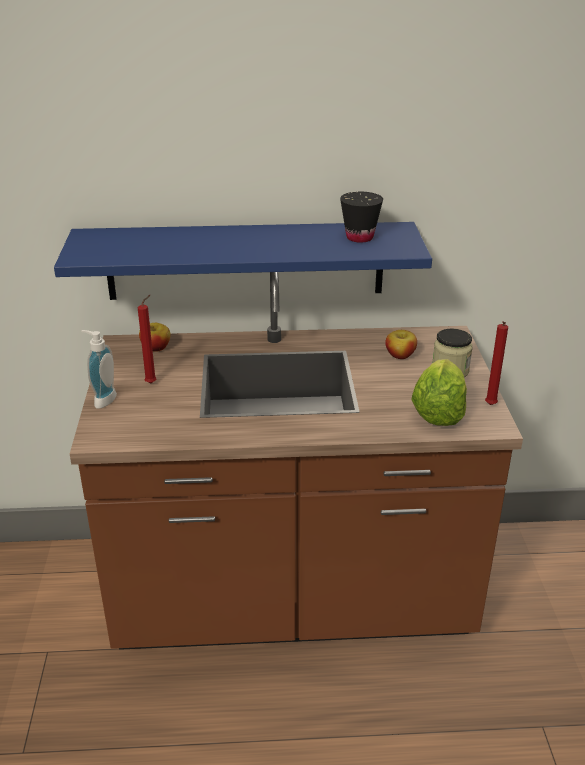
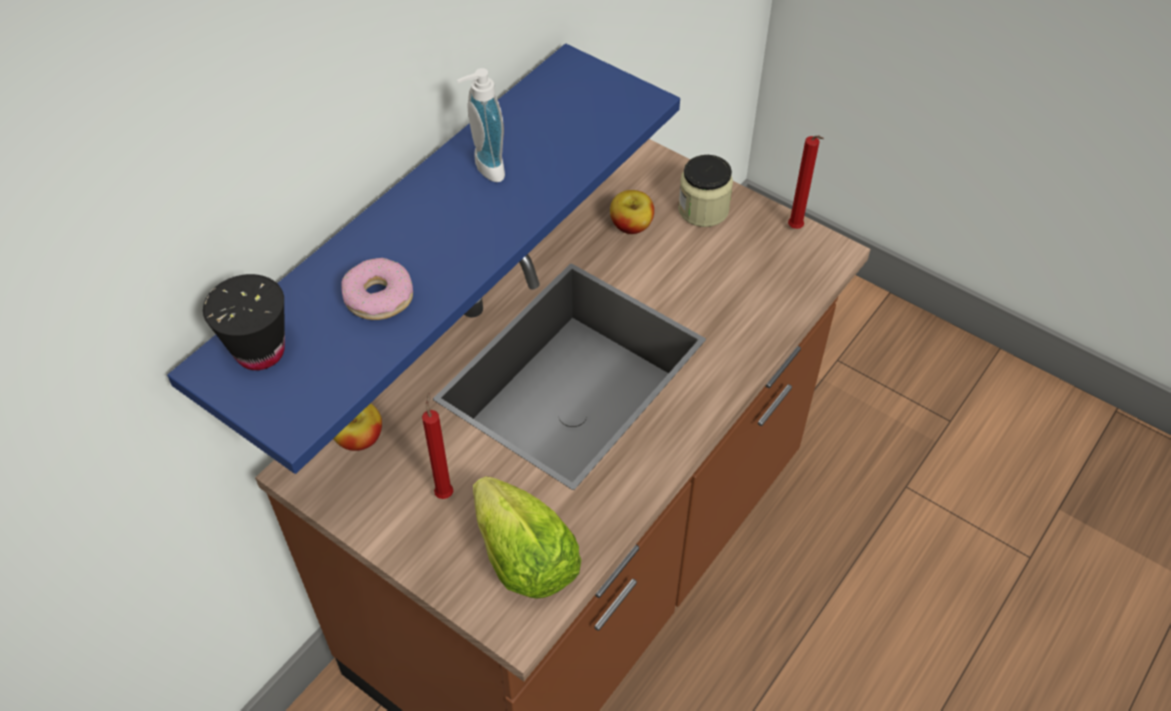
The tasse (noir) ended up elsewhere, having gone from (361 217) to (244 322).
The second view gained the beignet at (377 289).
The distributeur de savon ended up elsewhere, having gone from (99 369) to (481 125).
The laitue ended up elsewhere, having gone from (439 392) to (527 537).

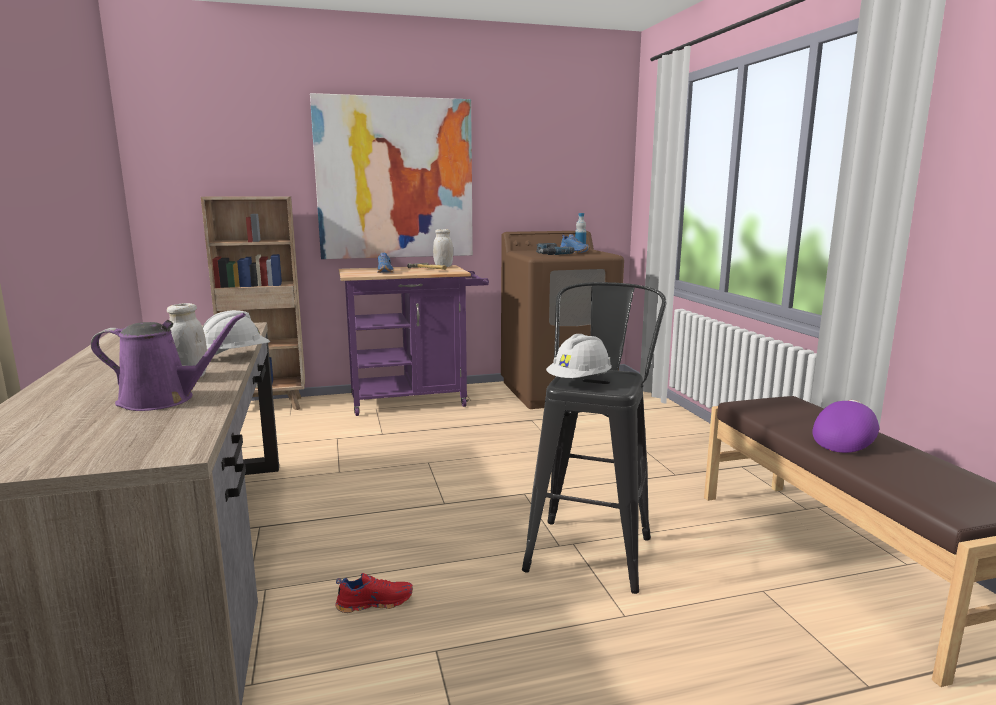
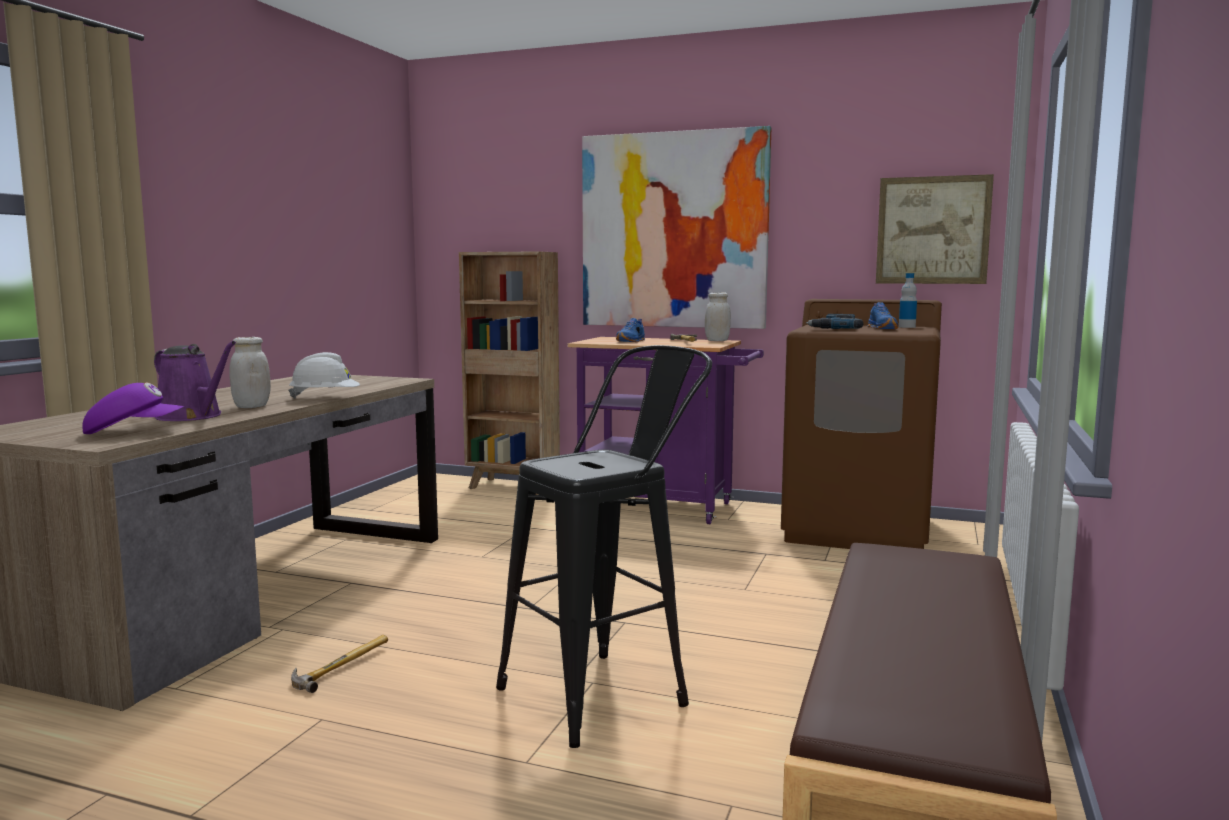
The casquette (violet) ended up elsewhere, having gone from (845 426) to (133 408).
Where the chaussure (rouge) stood at (374 593), the marteau came to stand at (339 664).
The second view gained the tableau at (935 229).
The second view lost the casque de chantier (blanc) at (579 356).

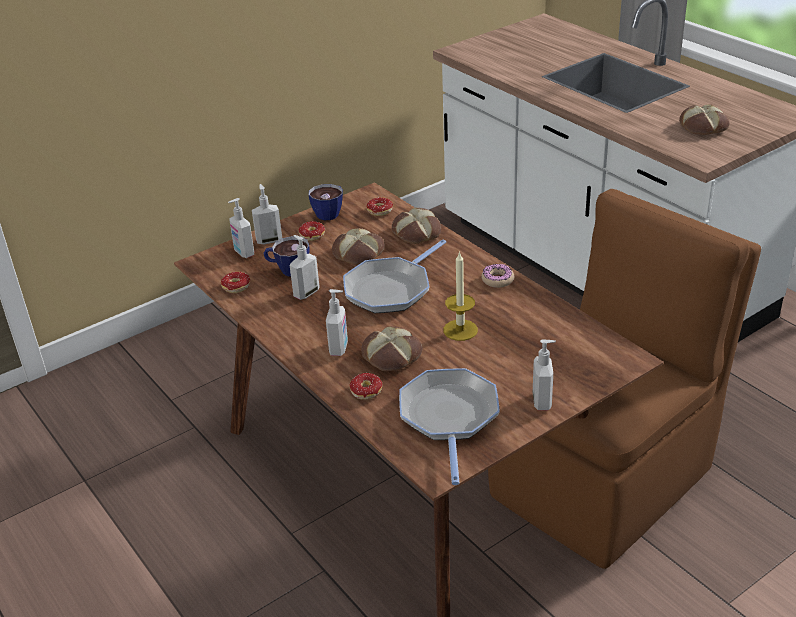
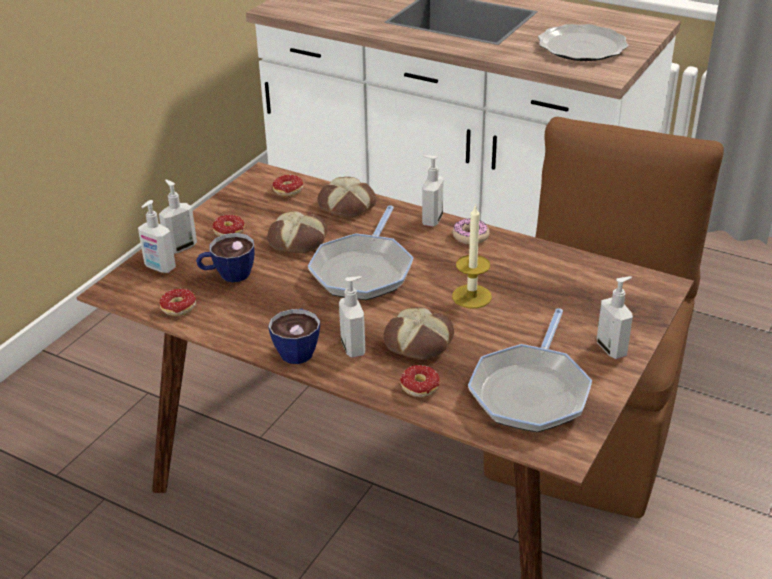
The tasse ended up elsewhere, having gone from (325 202) to (294 336).
The distributeur de savon ended up elsewhere, having gone from (305 267) to (432 191).
The poêle at (449 426) ended up facing another way, 135 degrees counterclockwise from before.
Where the pain stood at (704 119), the assiette came to stand at (583 42).

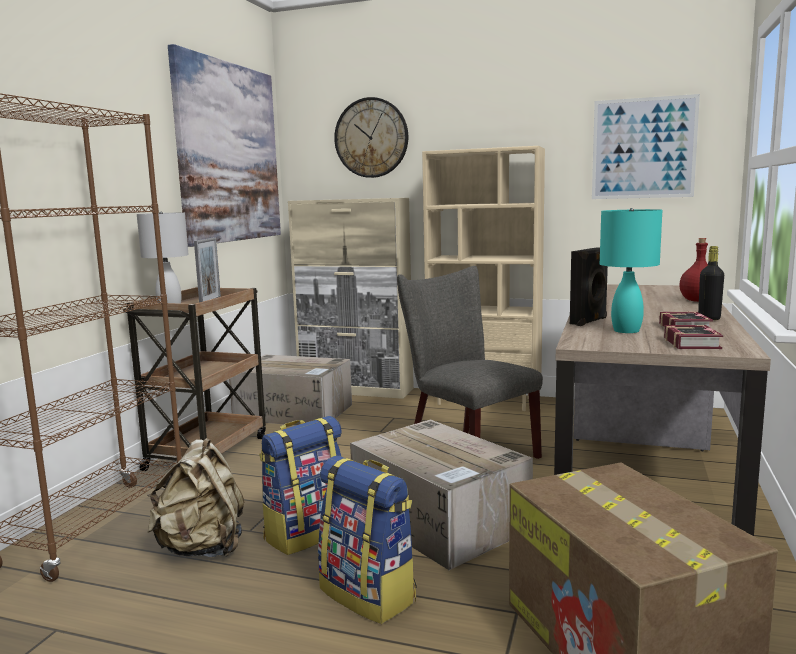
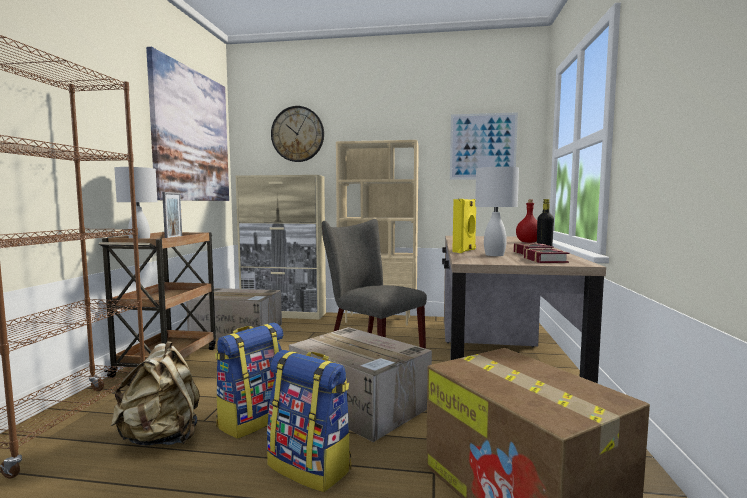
What was the enceinte (noir) at (589 286) turned into the enceinte (jaune) at (464 226).
What was the lampe de table (turquoise) at (631 270) turned into the lampe de table (blanc) at (497 211).

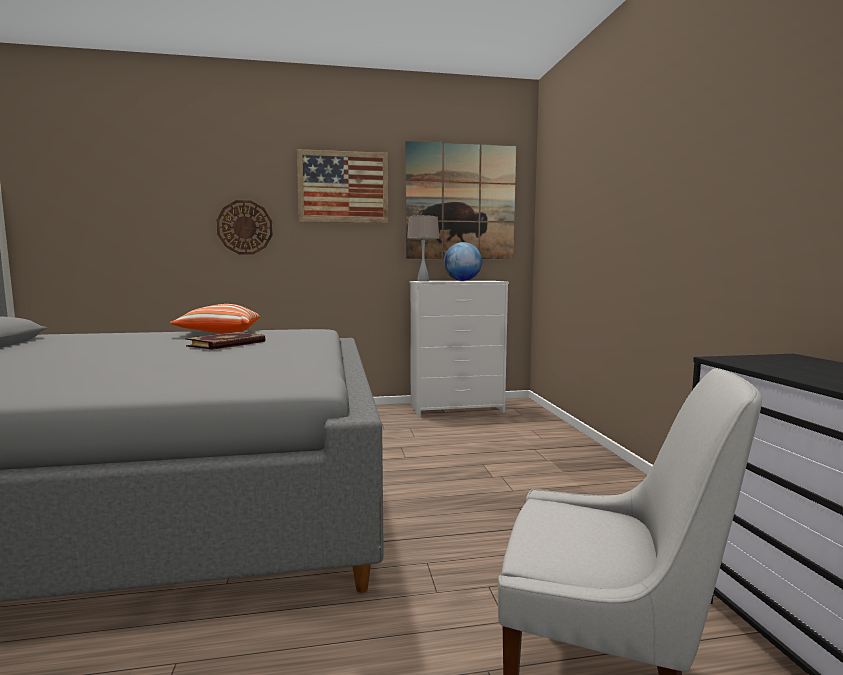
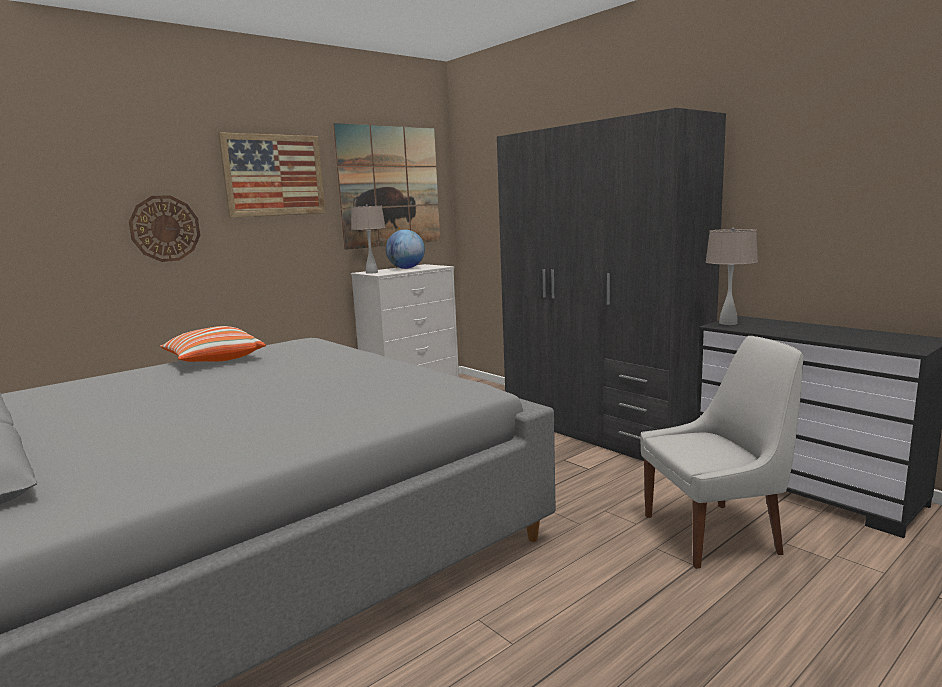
The second view gained the armoire (gris) at (611 284).
The second view gained the lampe de table (beige) at (732 276).
The second view lost the livre at (225 341).

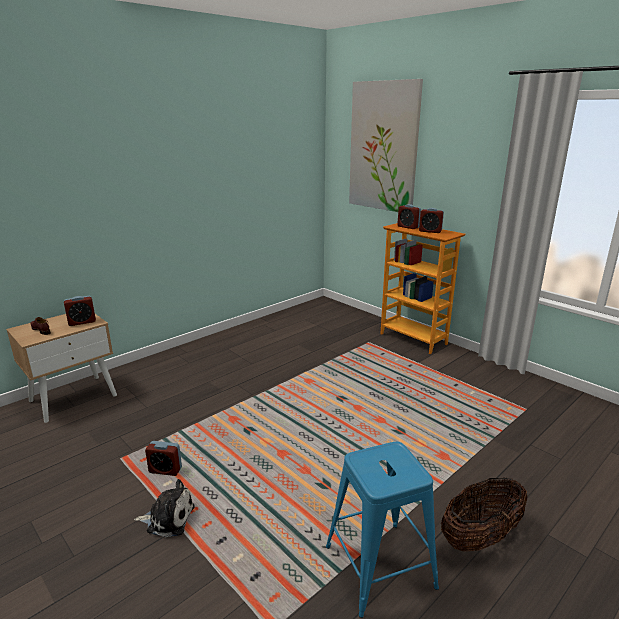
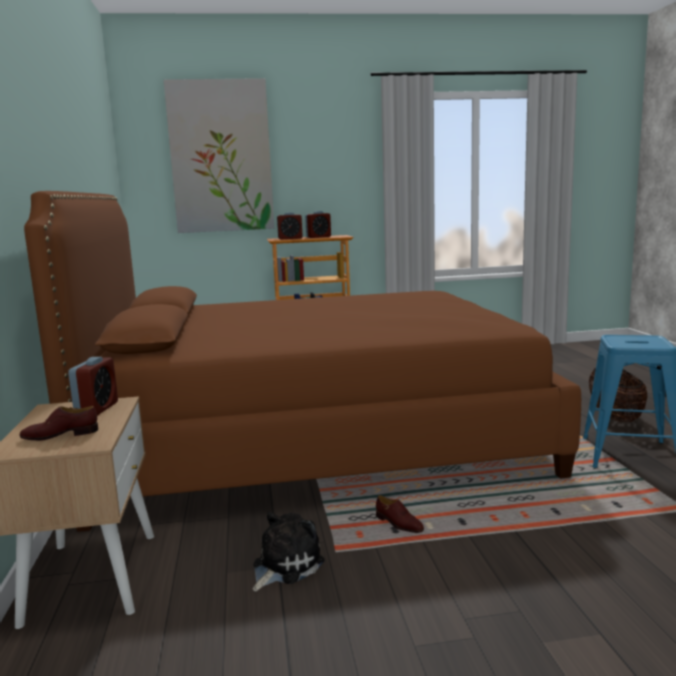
The second view gained the lit (marron) at (302 361).
The peluche ended up elsewhere, having gone from (164 508) to (288 552).
Where the réveil stood at (163 458), the chaussure (marron) came to stand at (400 514).

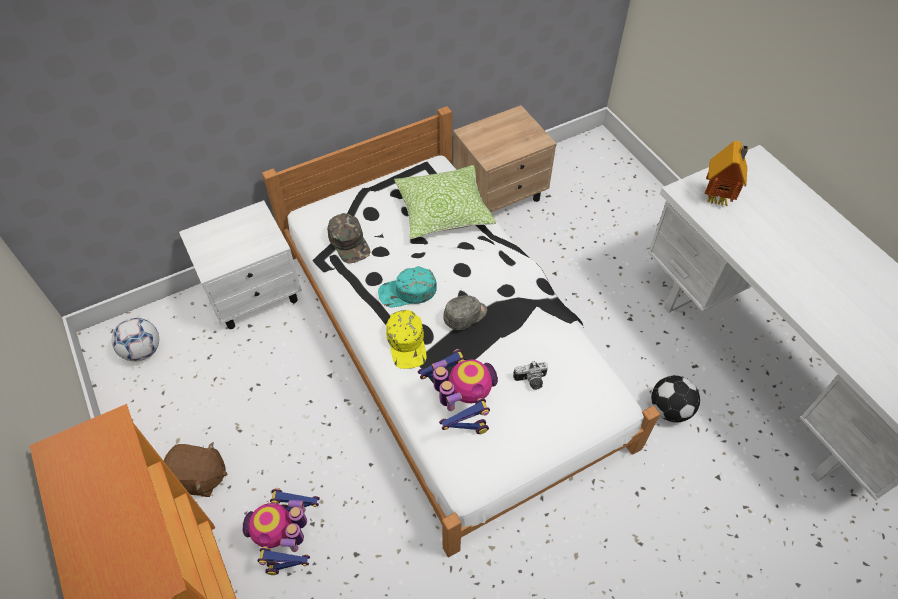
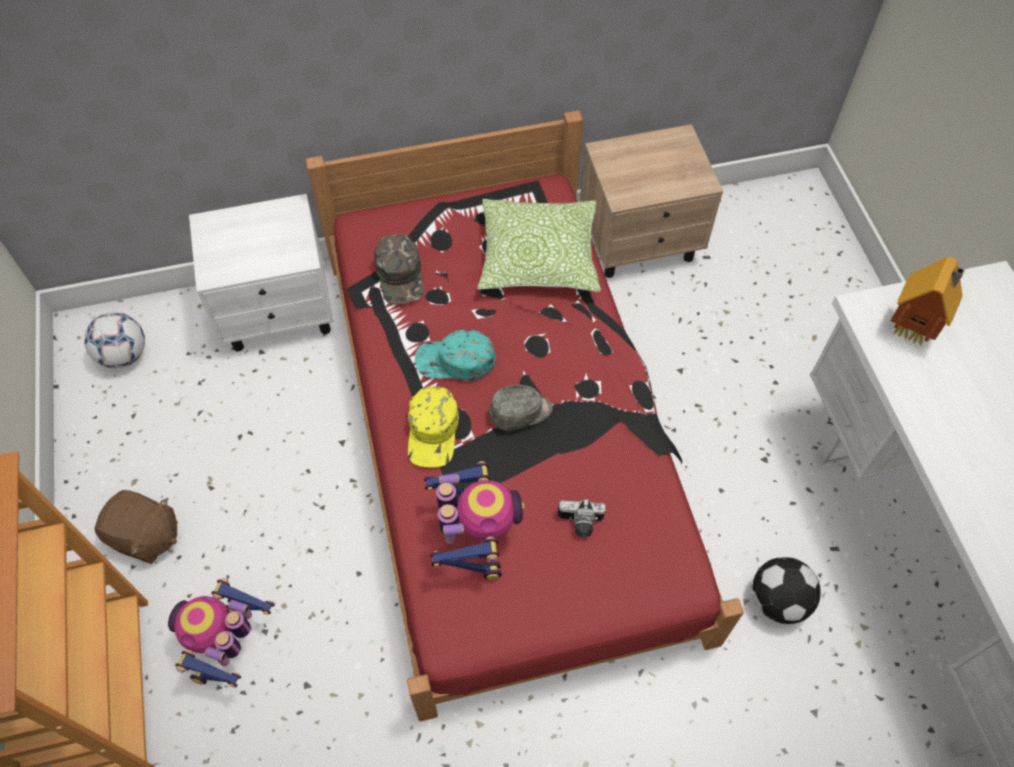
What was the lit (blanc) at (461 331) turned into the lit (rouge) at (525 416).

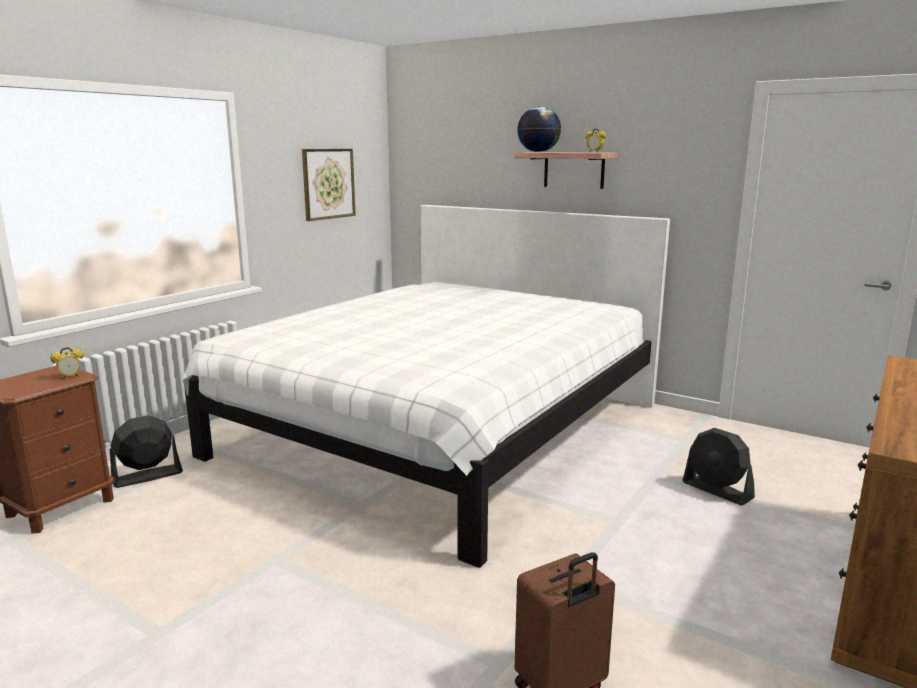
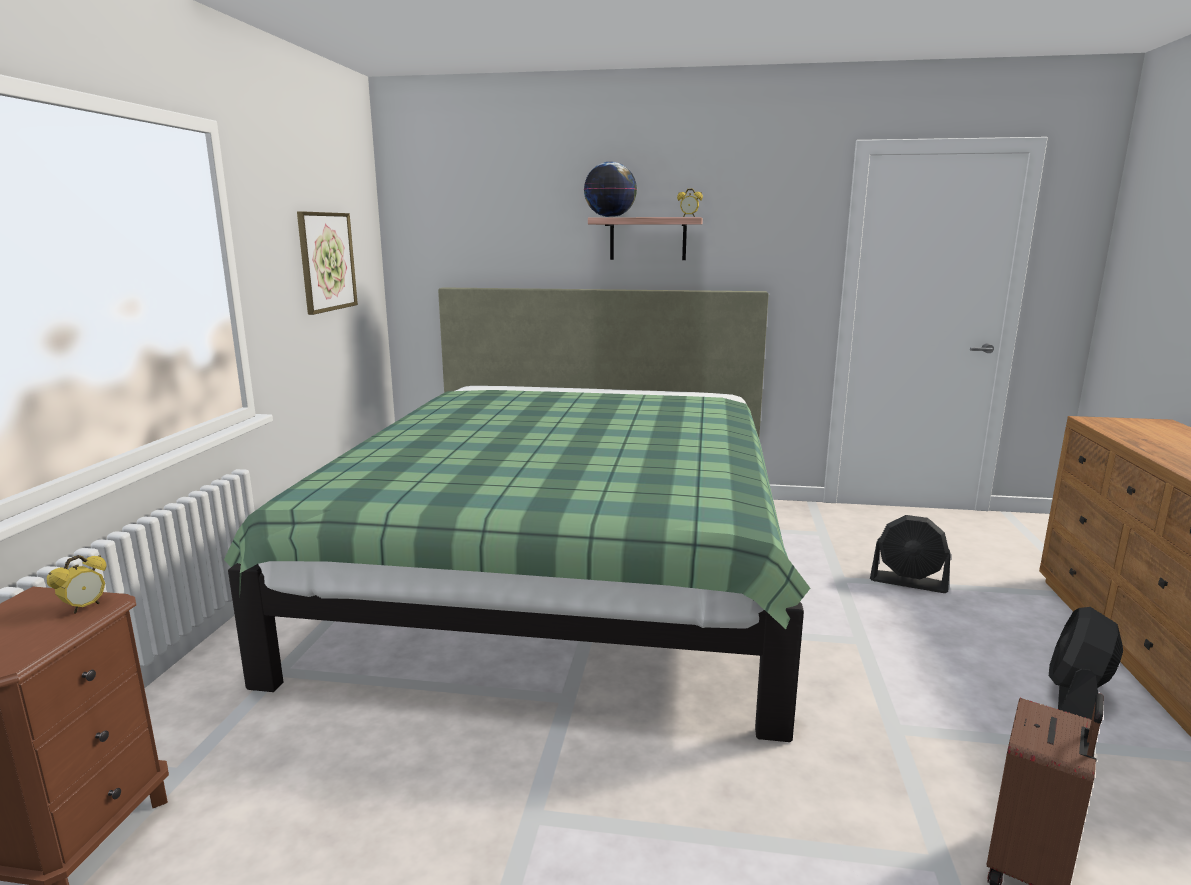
What was the lit (blanc) at (426 386) turned into the lit (vert) at (517 514).
The ventilateur (noir) ended up elsewhere, having gone from (146 451) to (1086 663).

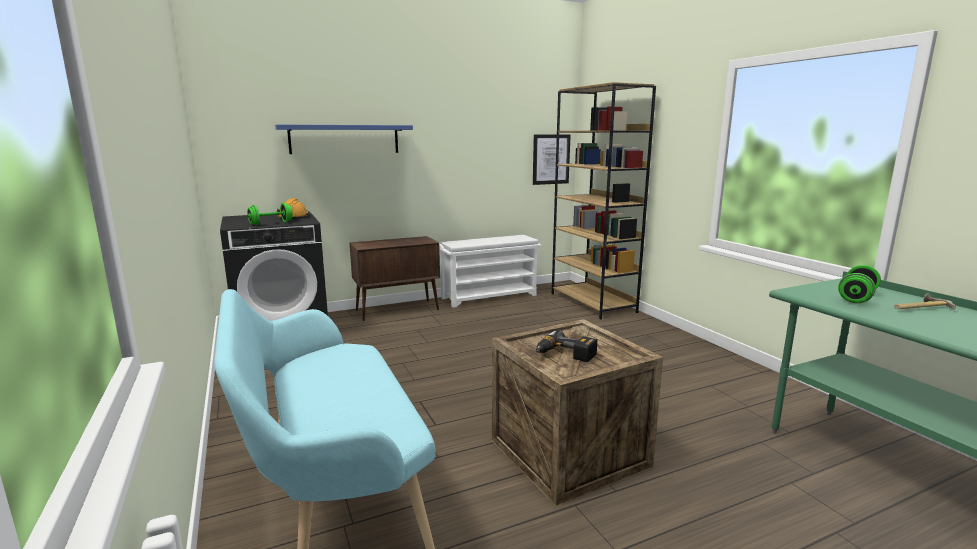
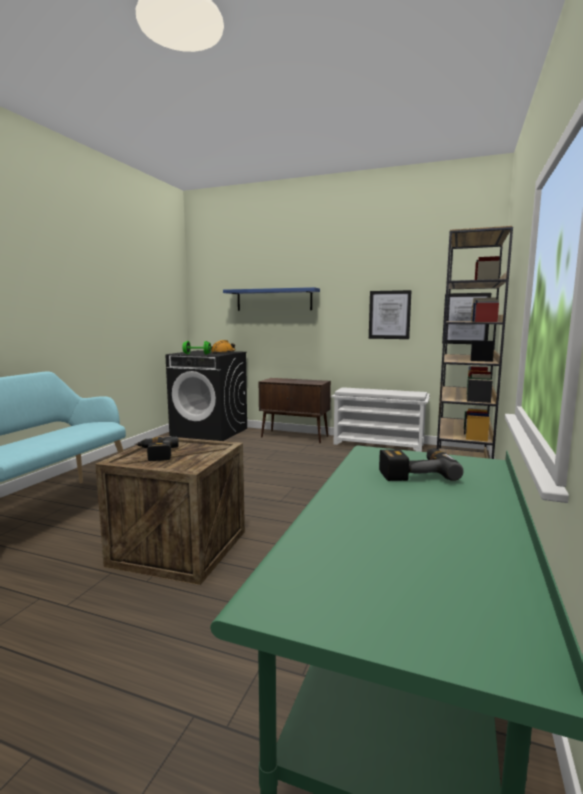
The second view gained the tableau at (390 314).
Where the haltère (vert) stood at (859 284), the perceuse came to stand at (421 464).
The second view lost the marteau at (925 301).

